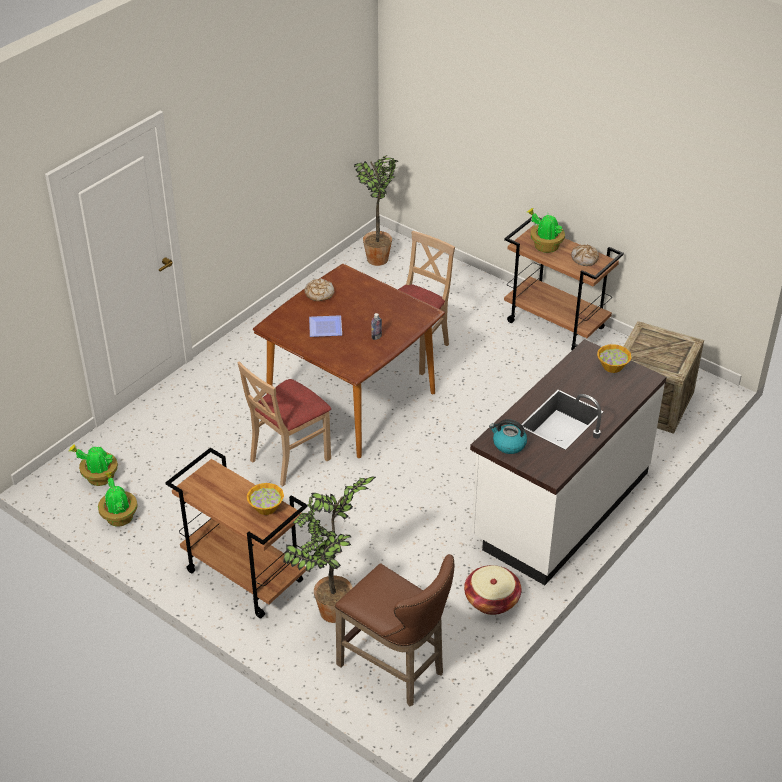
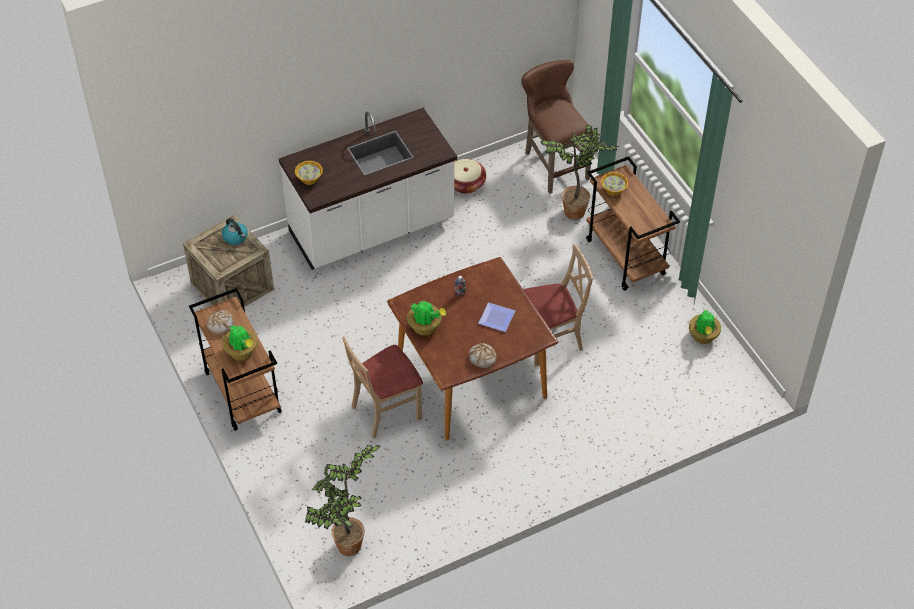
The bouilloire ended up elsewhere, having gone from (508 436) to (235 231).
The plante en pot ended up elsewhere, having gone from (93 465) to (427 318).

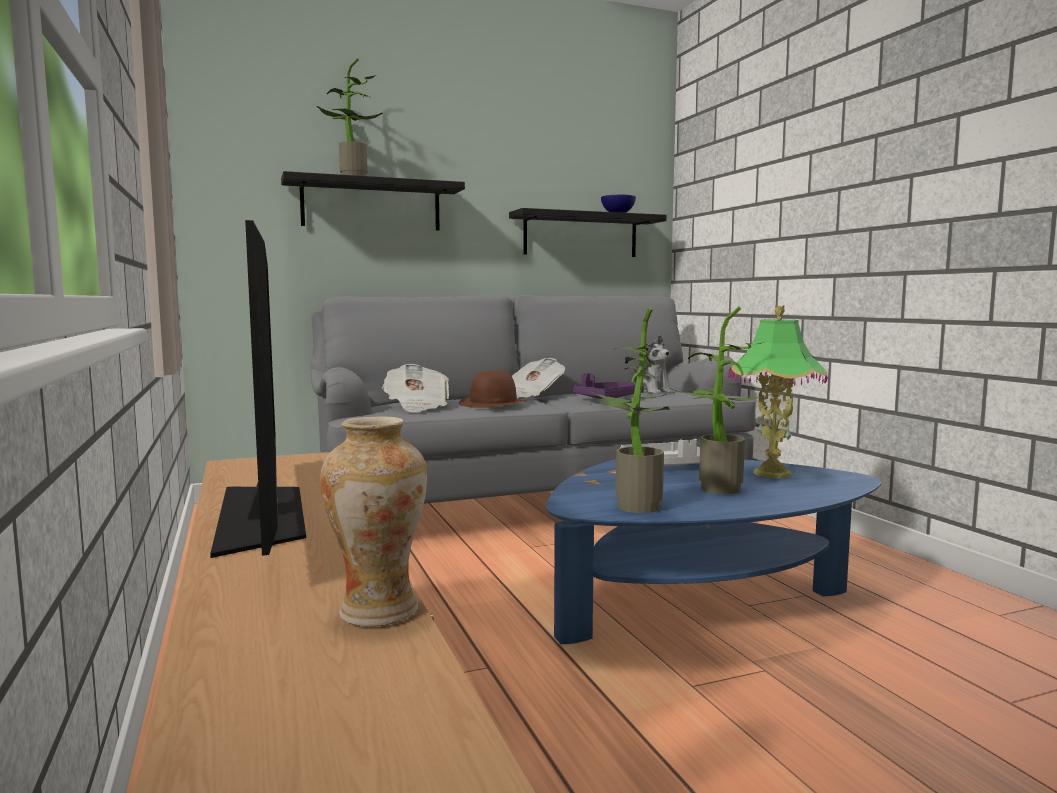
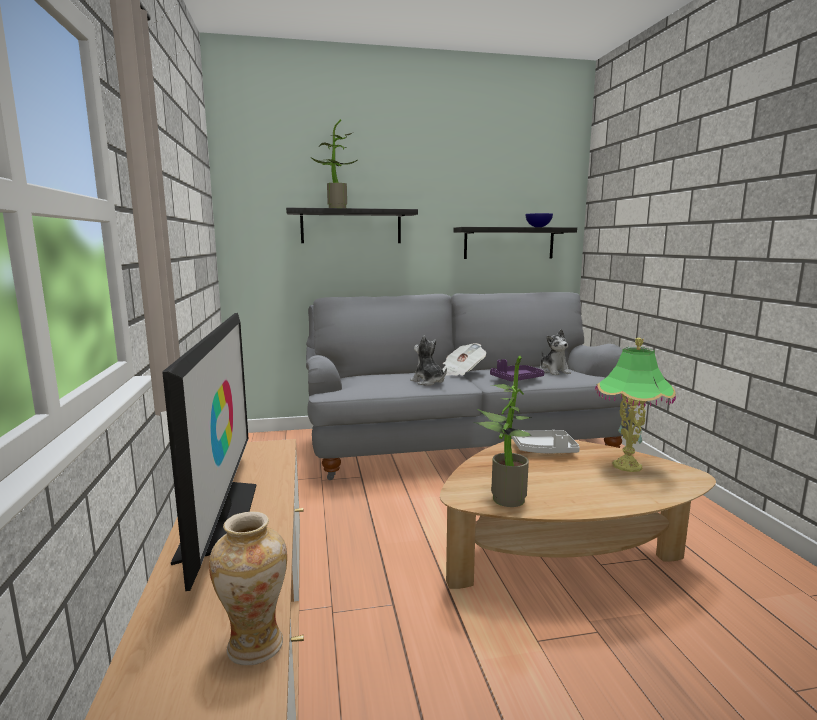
Where the chapeau (marron) stood at (492 389), the peluche came to stand at (428 361).
What was the table basse (bleu) at (713 551) turned into the table basse (marron) at (578 514).
The second view lost the journal at (415 388).
The second view lost the plante en pot at (721 400).

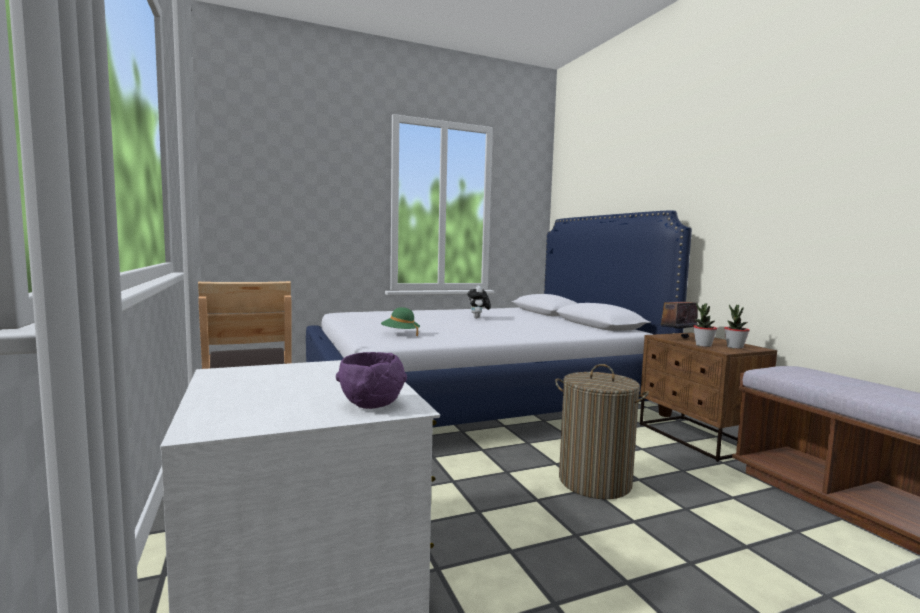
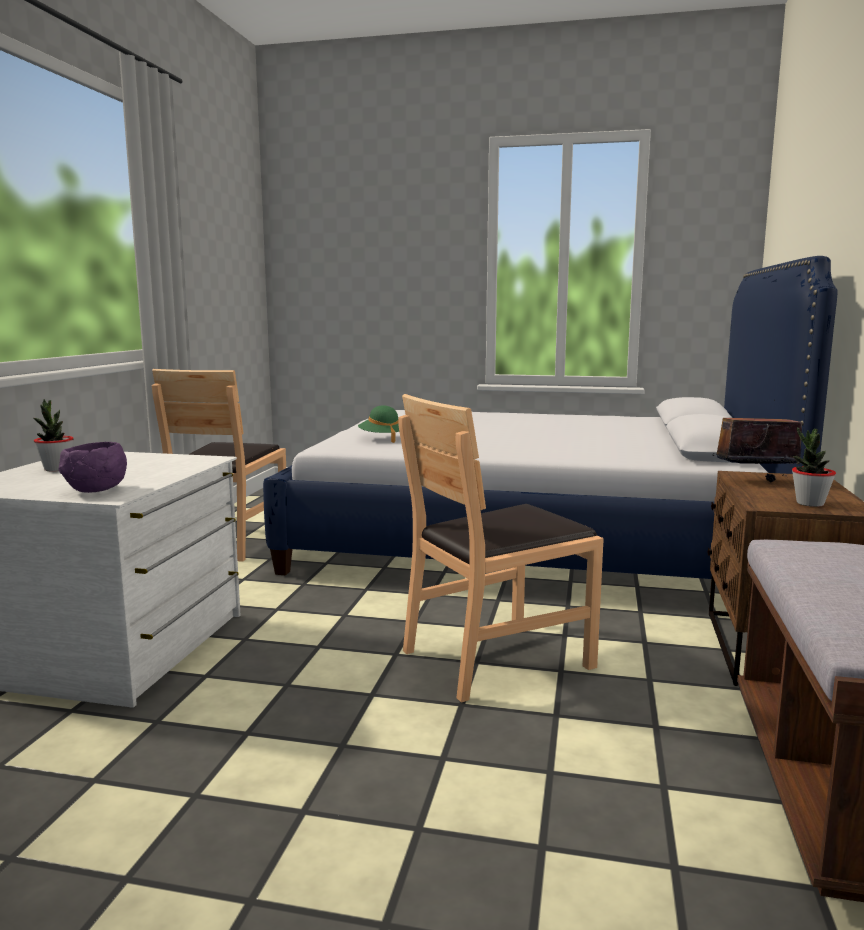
The plante en pot ended up elsewhere, having gone from (705 325) to (53 435).
Where the panier à linge stood at (602 431), the chaise (marron) came to stand at (501 548).
The second view lost the peluche at (479 302).

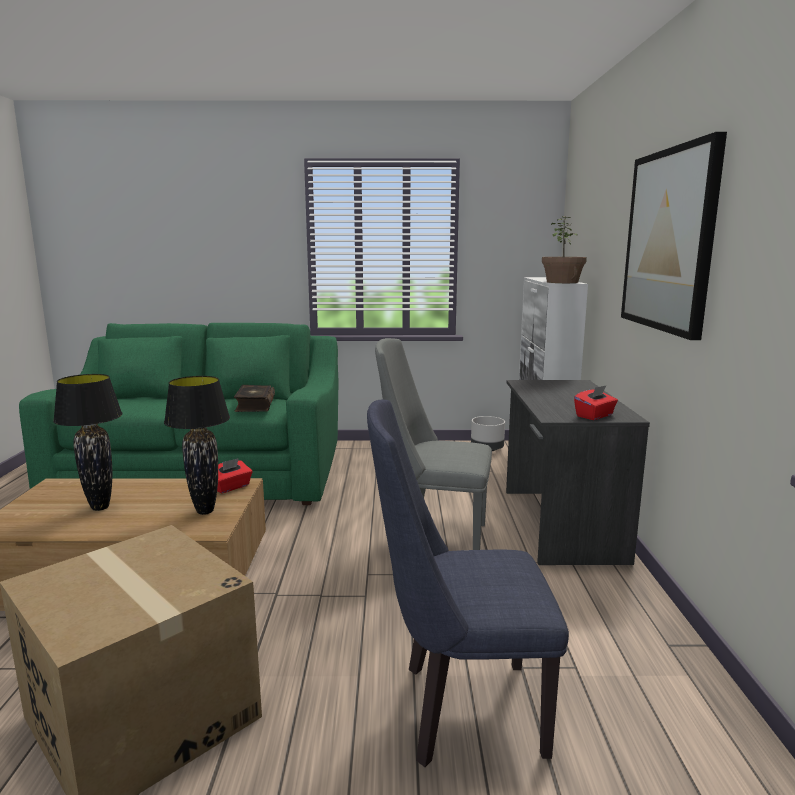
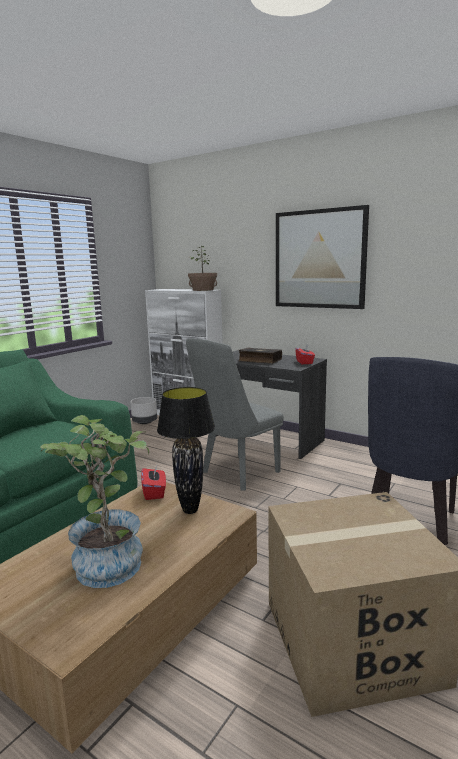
Where the lampe de table (noir) stood at (87 442), the plante en pot came to stand at (95 501).
The livre ended up elsewhere, having gone from (254 398) to (260 356).

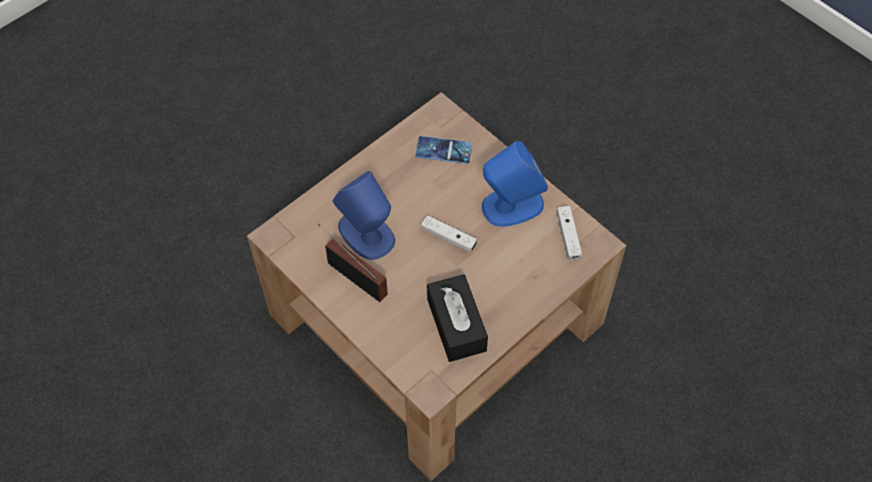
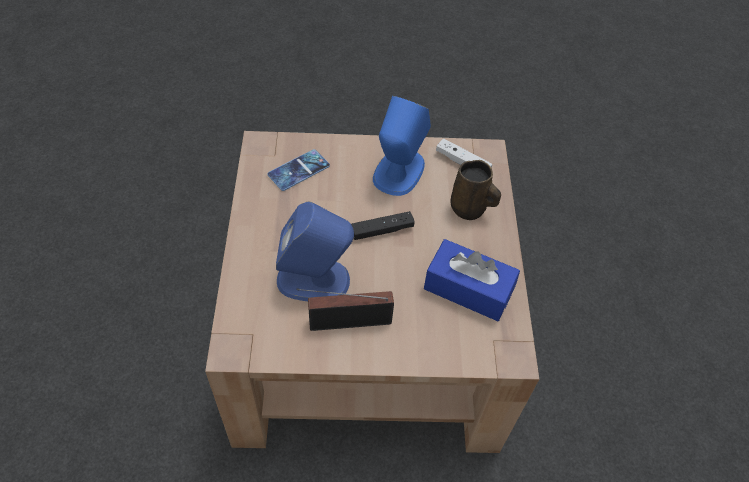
What was the manette (blanc) at (449 233) turned into the manette (noir) at (383 225).
What was the boîte à mouchoirs (noir) at (457 318) turned into the boîte à mouchoirs (bleu) at (472 280).
The second view gained the mug (marron) at (476 190).

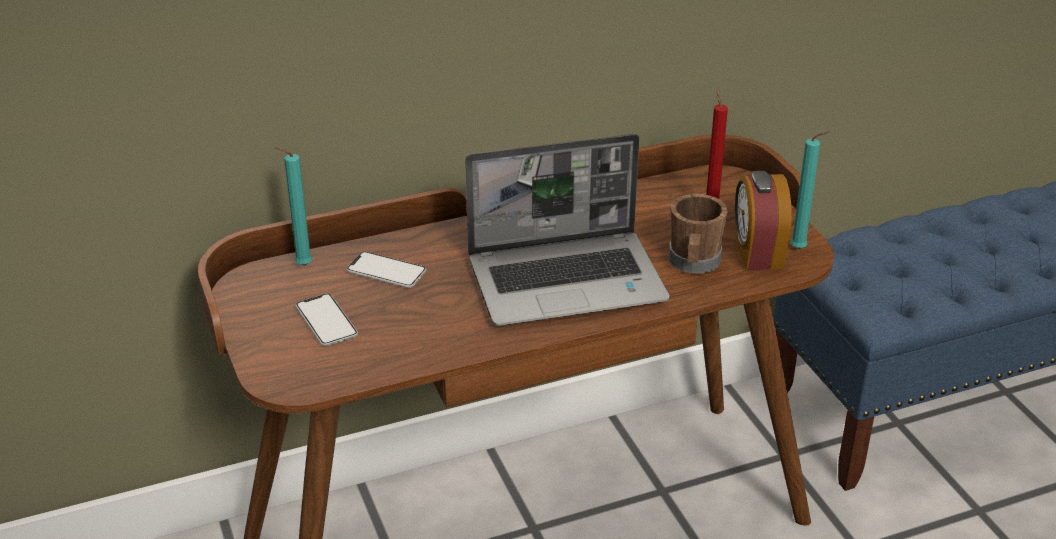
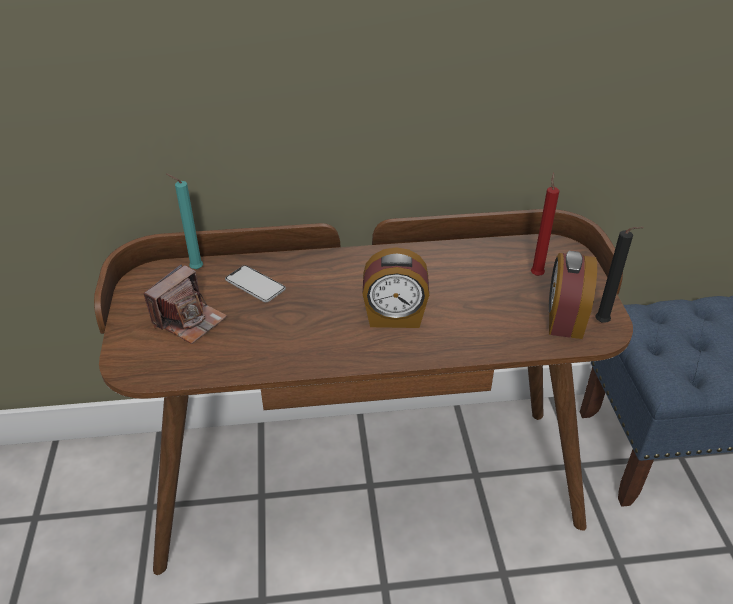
Where the téléphone stood at (327 320), the appareil photo came to stand at (185 304).
Where the ordinateur portable stood at (567 230), the réveil came to stand at (396 287).
What was the bougie (turquoise) at (810 190) turned into the bougie (noir) at (619 275).
The second view lost the mug (marron) at (698 234).

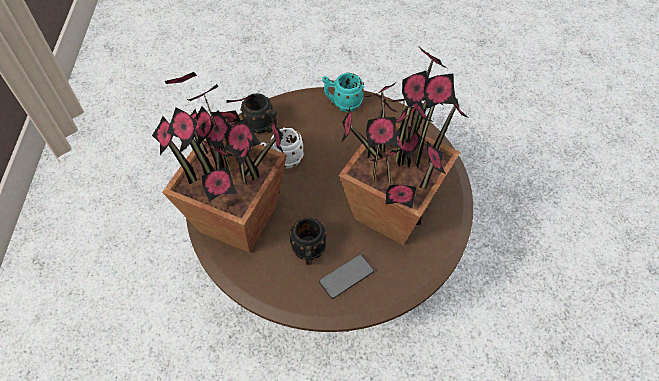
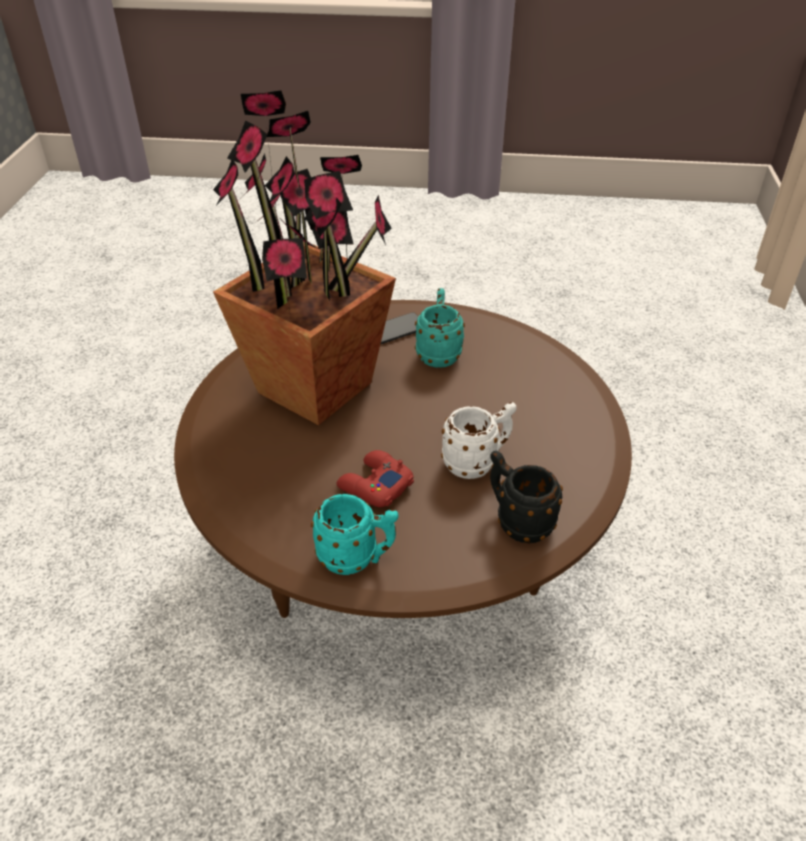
The second view gained the manette (rouge) at (375 479).
What was the mug (noir) at (308 241) turned into the mug (turquoise) at (440 328).
The second view lost the plante en pot at (219 162).

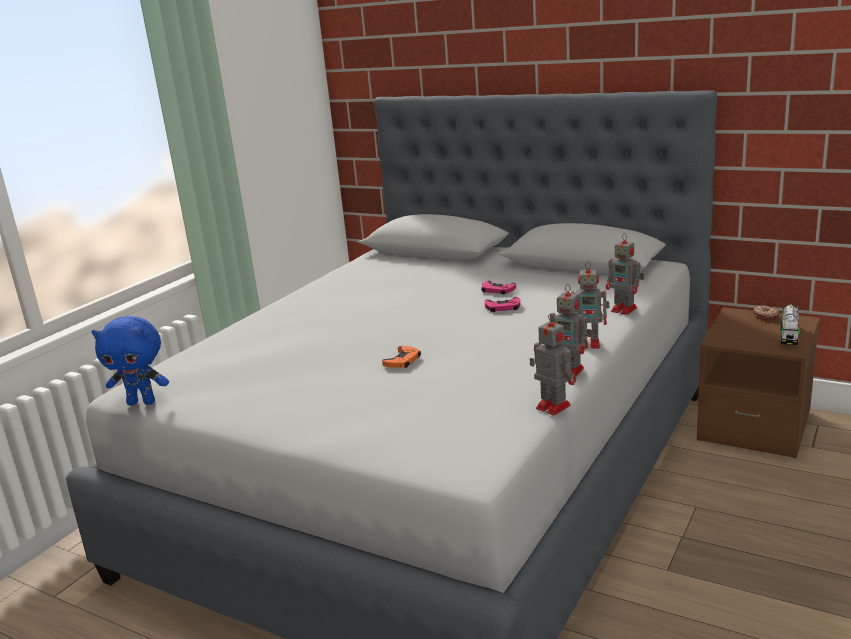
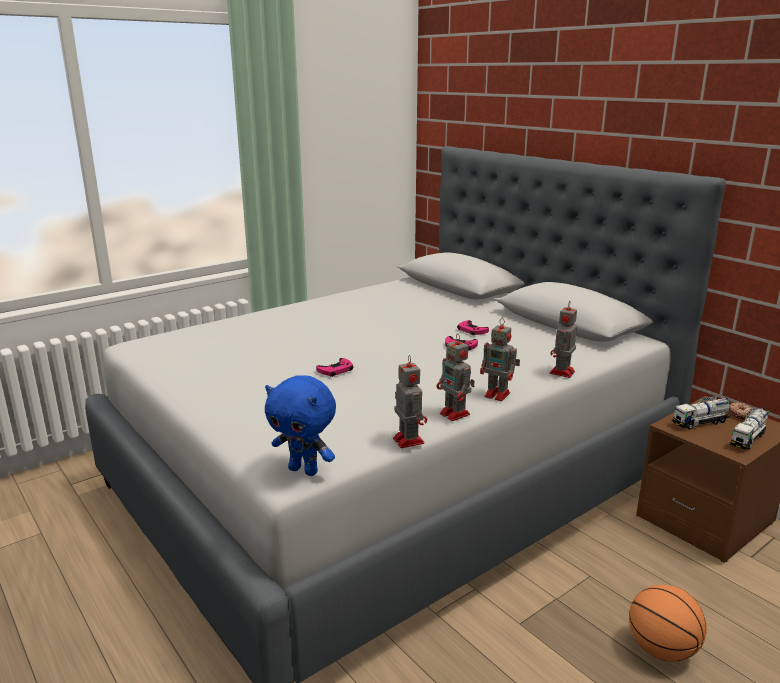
The peluche (bleu) ended up elsewhere, having gone from (130 360) to (300 425).
What was the manette (orange) at (401 357) turned into the manette (rose) at (334 367).
The robot jouet at (625 274) ended up facing another way, 60 degrees clockwise from before.
The second view gained the ballon de basket at (668 623).
The second view gained the camion jouet at (701 413).

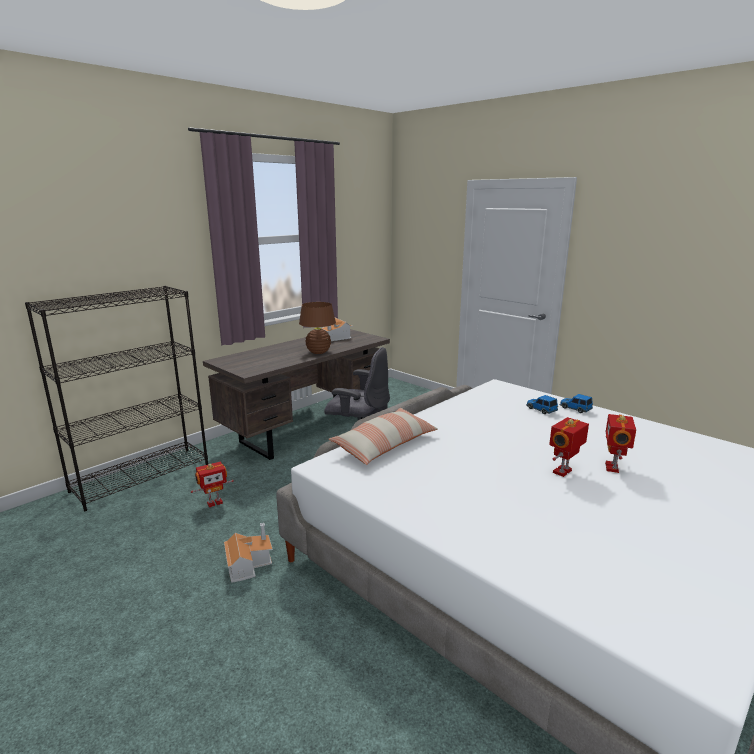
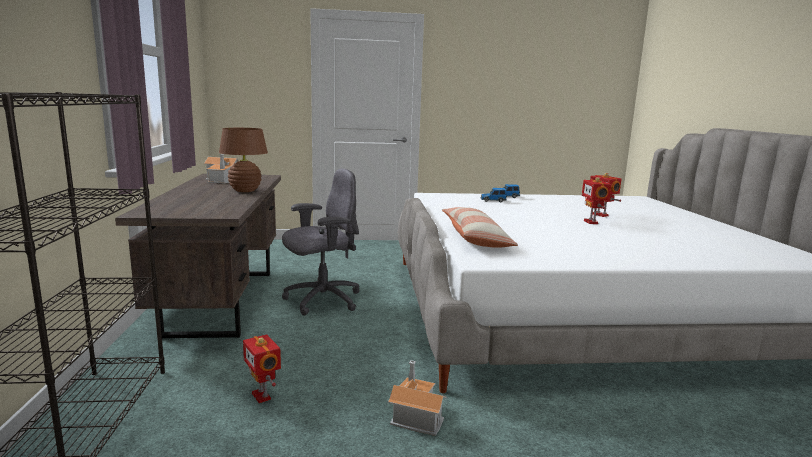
The robot jouet at (212 484) ended up facing another way, 135 degrees clockwise from before.

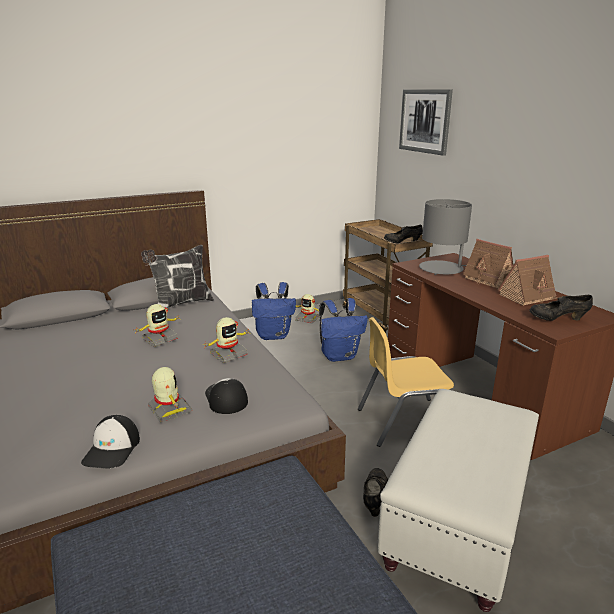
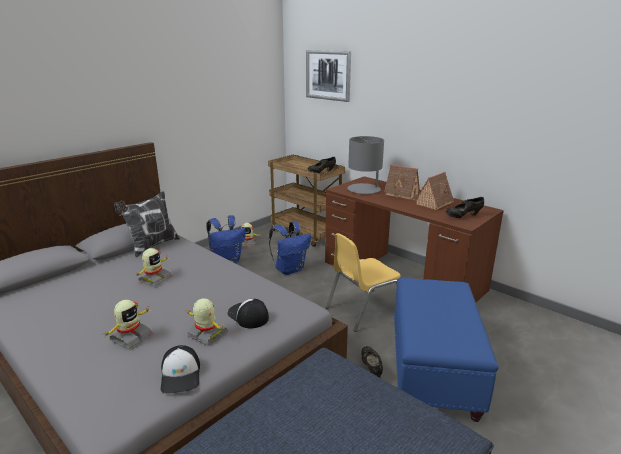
The robot jouet ended up elsewhere, having gone from (225 340) to (128 324).
What was the pouf (blanc) at (458 500) turned into the pouf (bleu) at (446 350).

